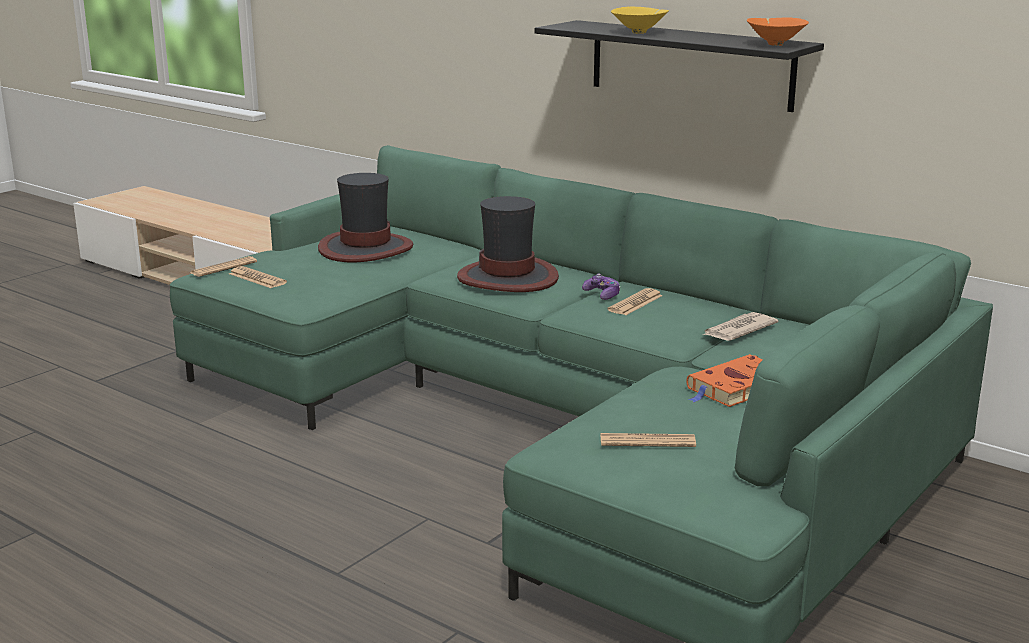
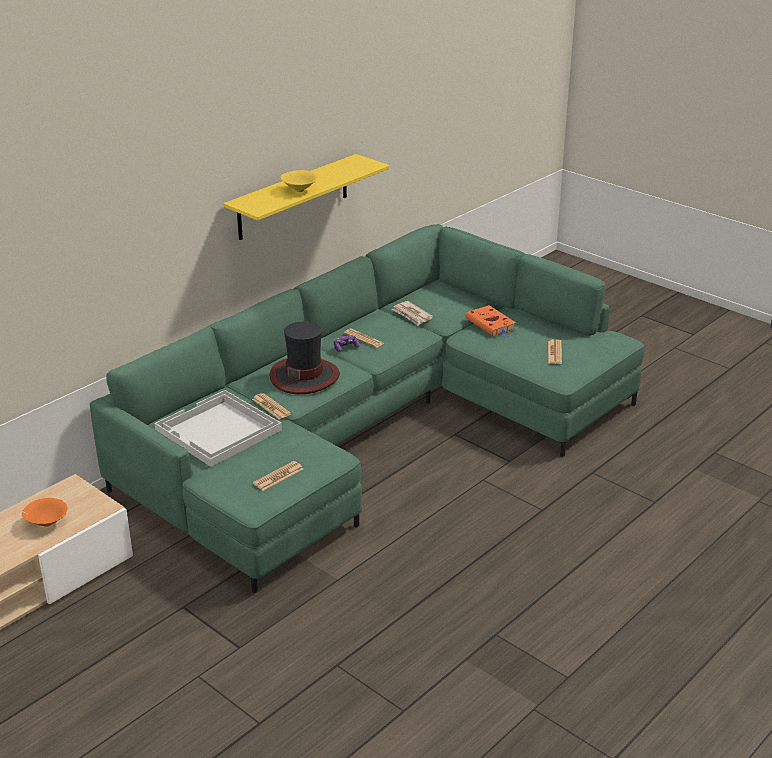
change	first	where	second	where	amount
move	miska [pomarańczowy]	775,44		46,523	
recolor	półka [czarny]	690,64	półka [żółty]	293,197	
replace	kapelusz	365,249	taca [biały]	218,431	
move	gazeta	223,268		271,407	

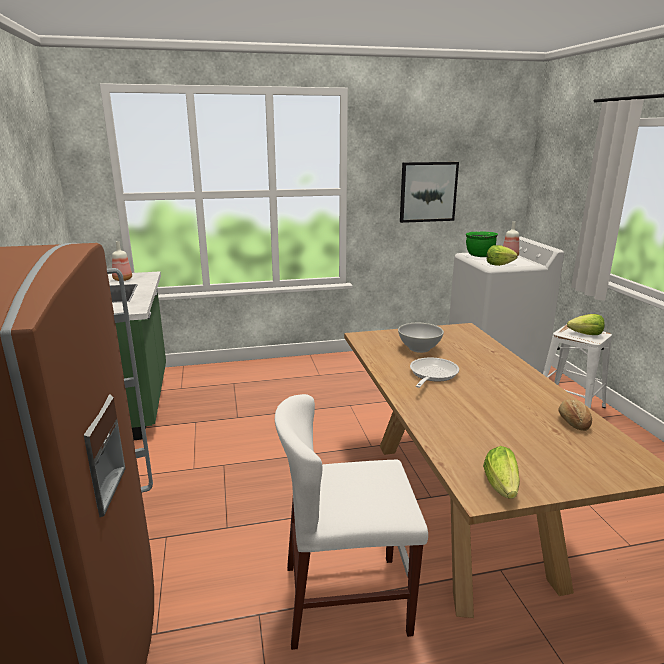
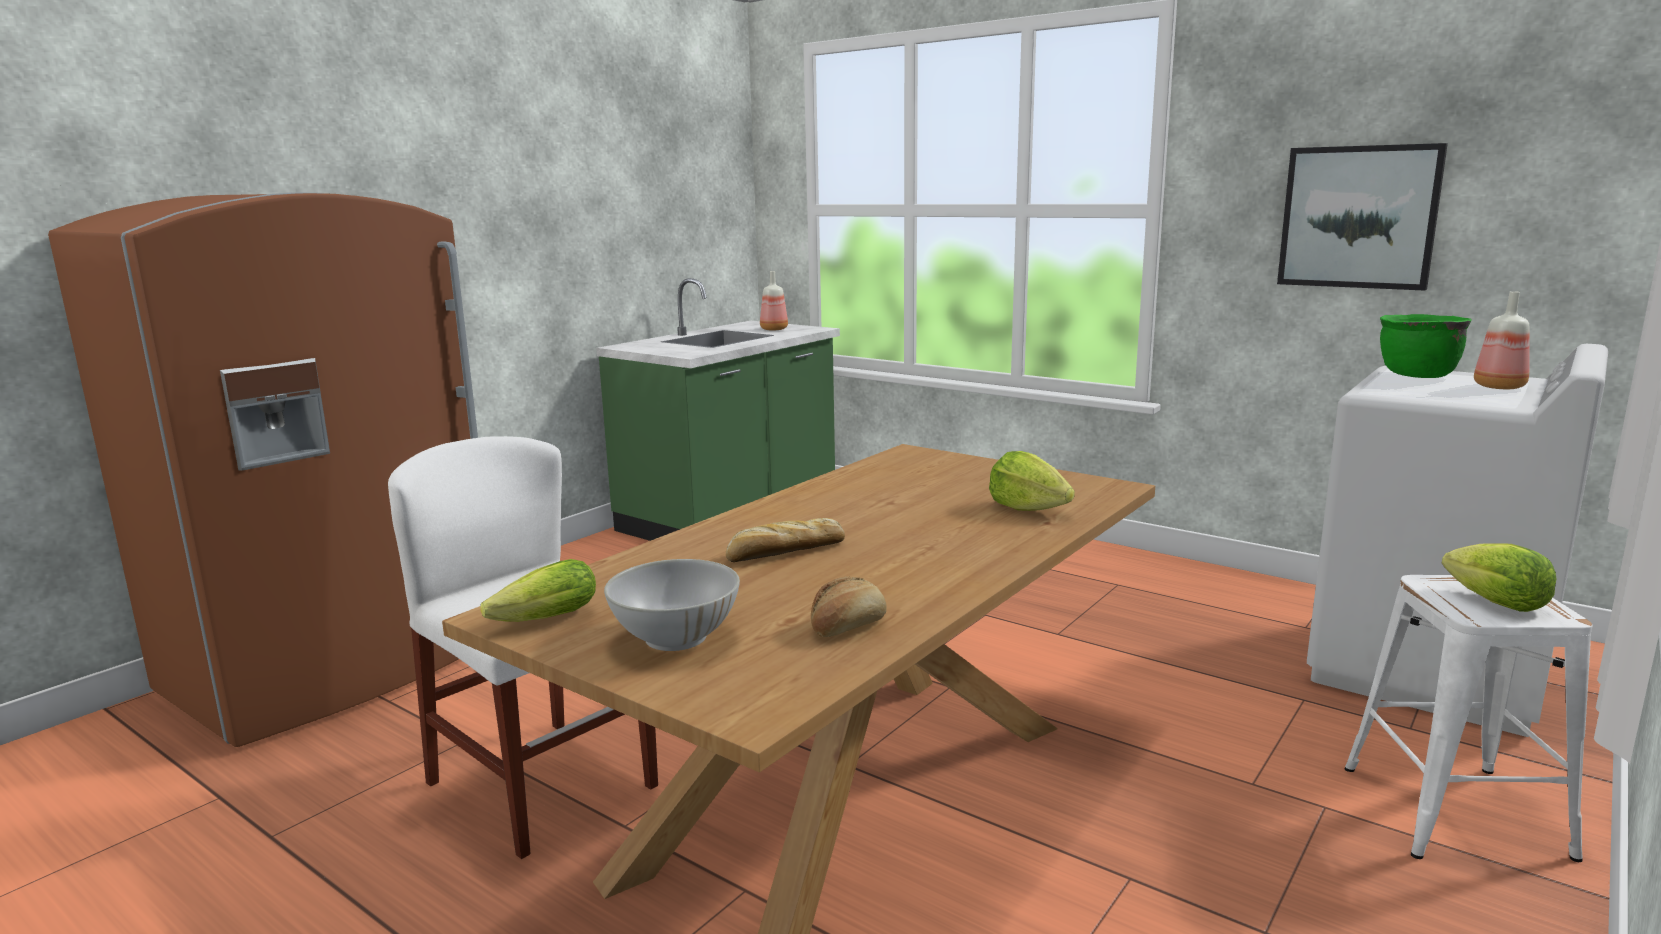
change	first	where	second	where	amount
move	sałata	499,264		1028,508	
move	miska [biały]	419,348		675,637	
delete	patelnia	432,375			
insert			chleb	784,552	

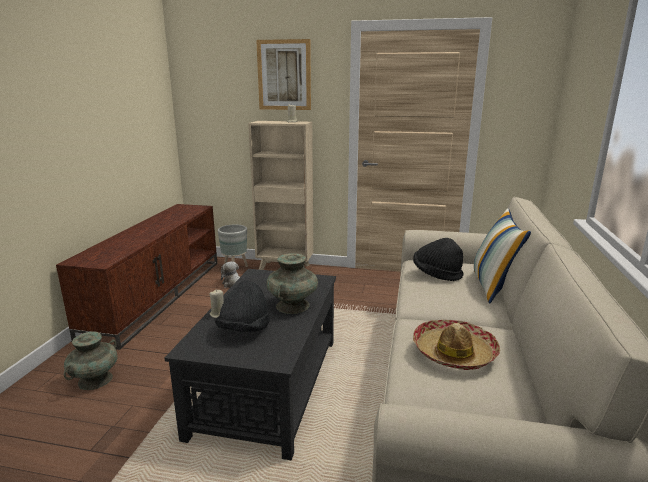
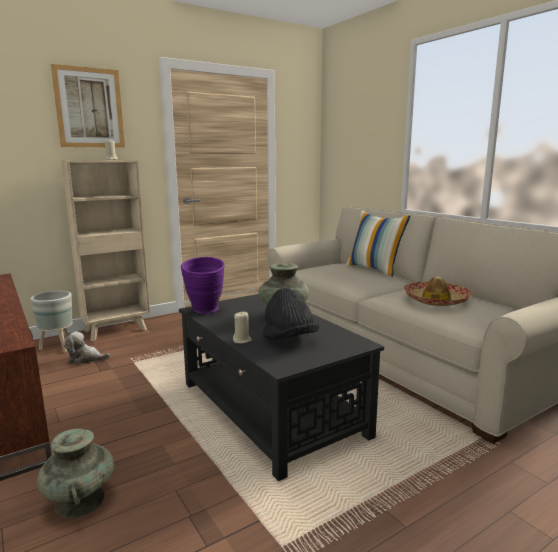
change	first	where	second	where	amount
delete	kapelusz [czarny]	436,274			
insert			wazon [fioletowy]	205,312	

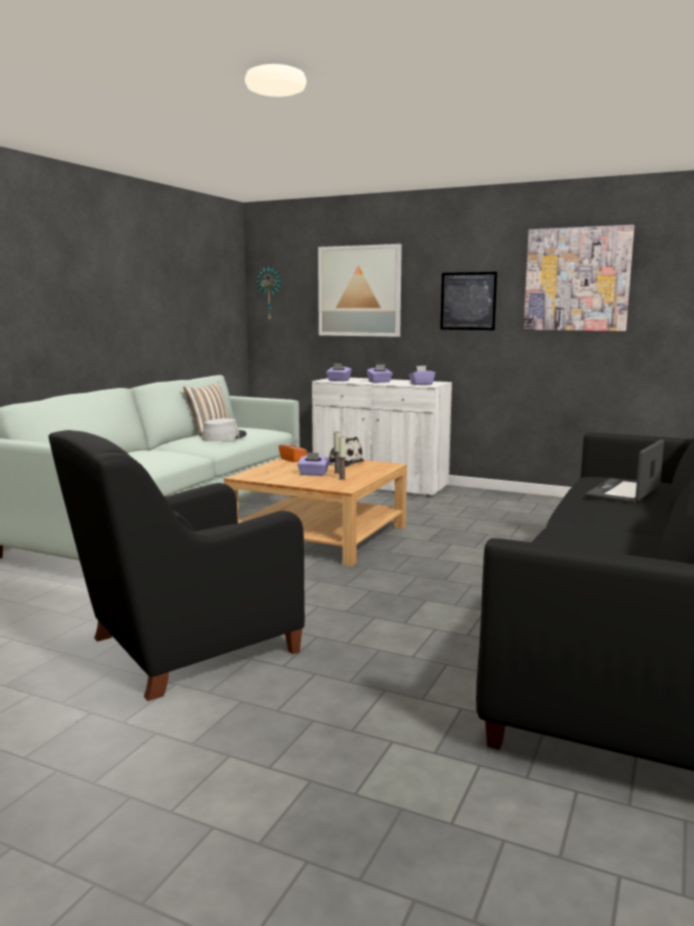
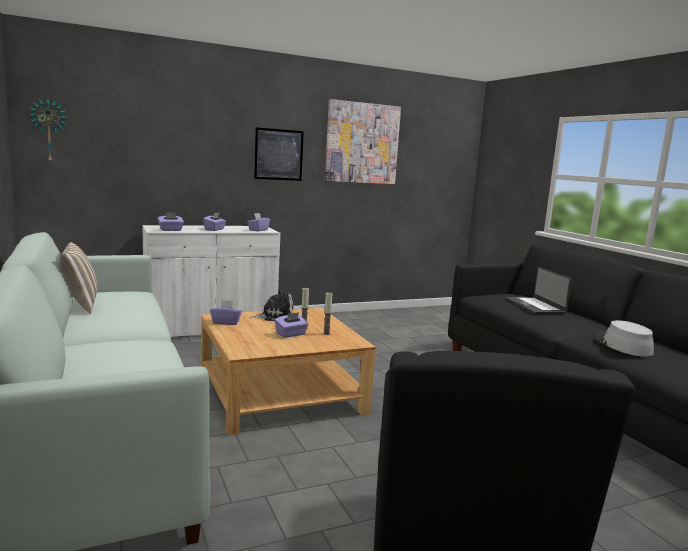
change	first	where	second	where	amount
delete	obraz	359,291			
move	kapelusz [szary]	224,437		623,345	
recolor	pudełko chusteczek [pomarańczowy]	293,460	pudełko chusteczek [fioletowy]	226,322	

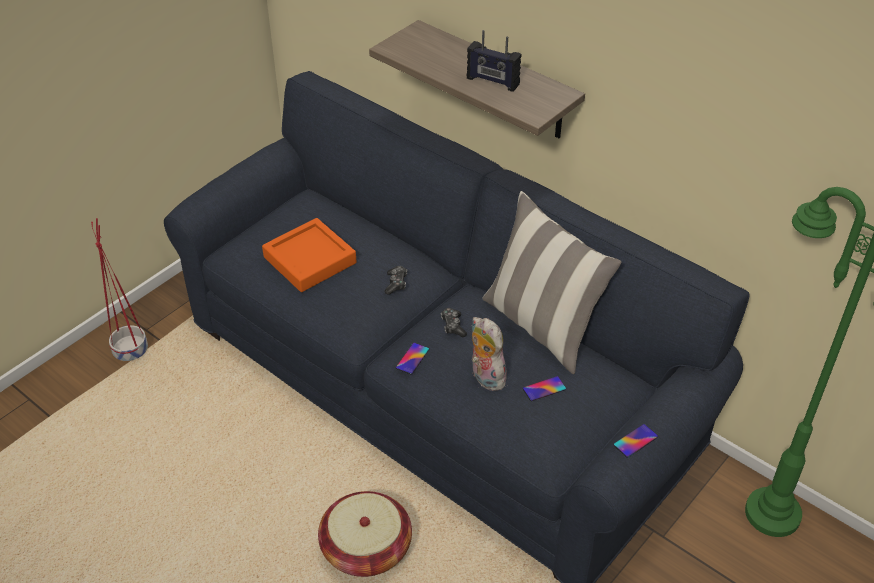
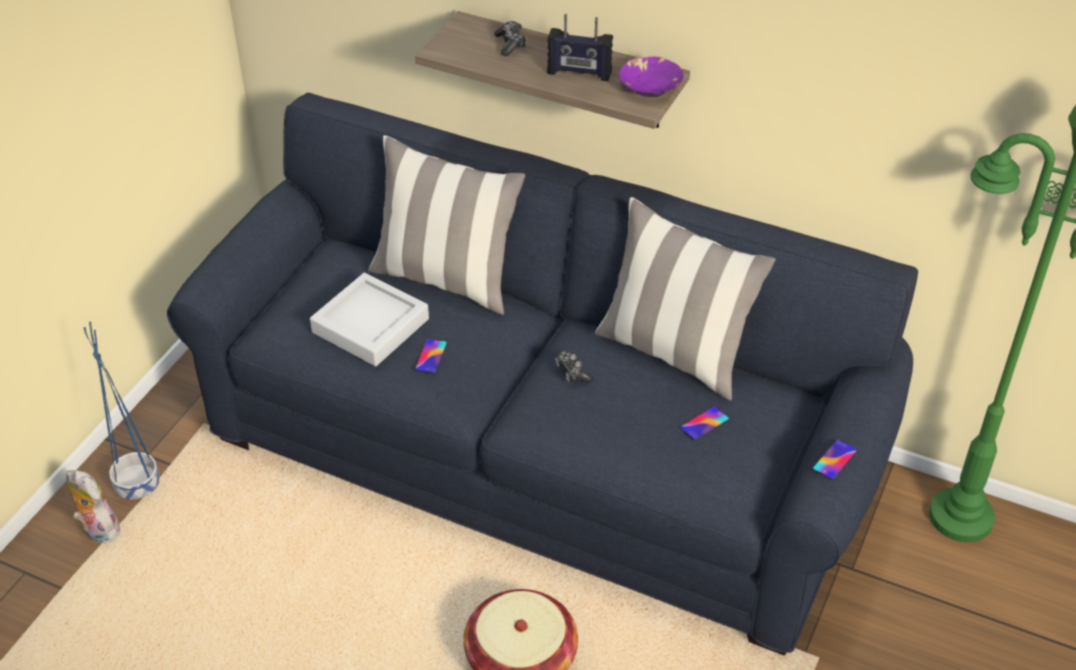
change	first	where	second	where	amount
recolor	donica [czerwony]	130,350	donica [niebieski]	137,484	
recolor	taca [pomarańczowy]	310,260	taca [szary]	370,326	
move	pad do gier	396,283		511,44	
move	pluszak	485,377		97,530	
move	telefon	412,358		431,356	
insert			miska [fioletowy]	651,87	
insert			poduszka	446,279	

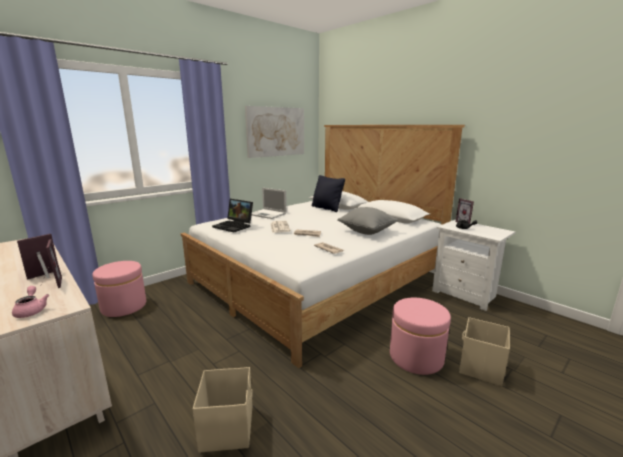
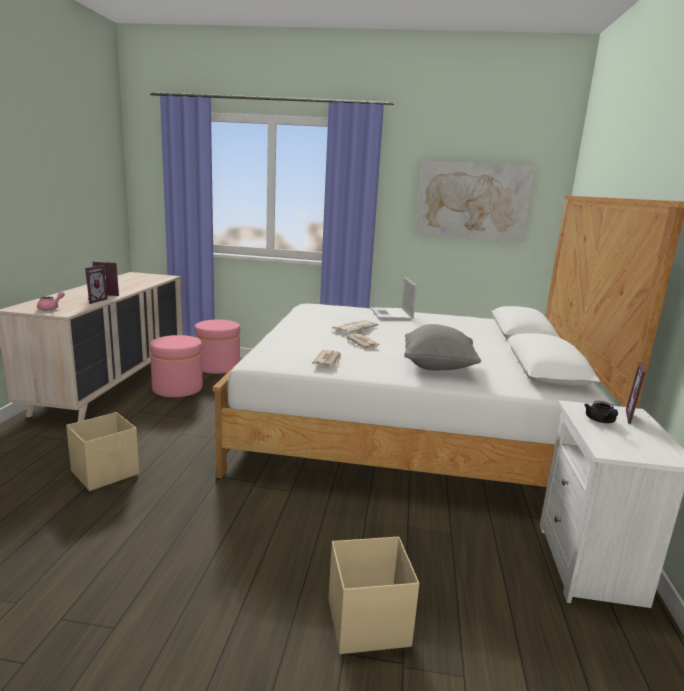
change	first	where	second	where	amount
delete	poduszka [czarny]	327,208			
delete	laptop	234,226			
move	pufa [różowy]	416,357		177,388	

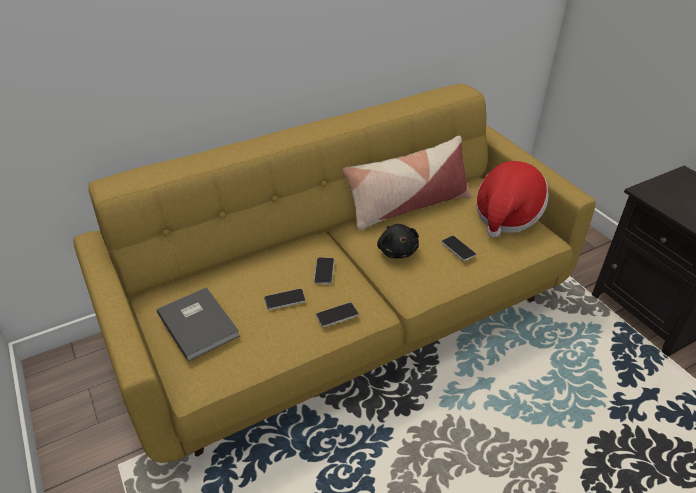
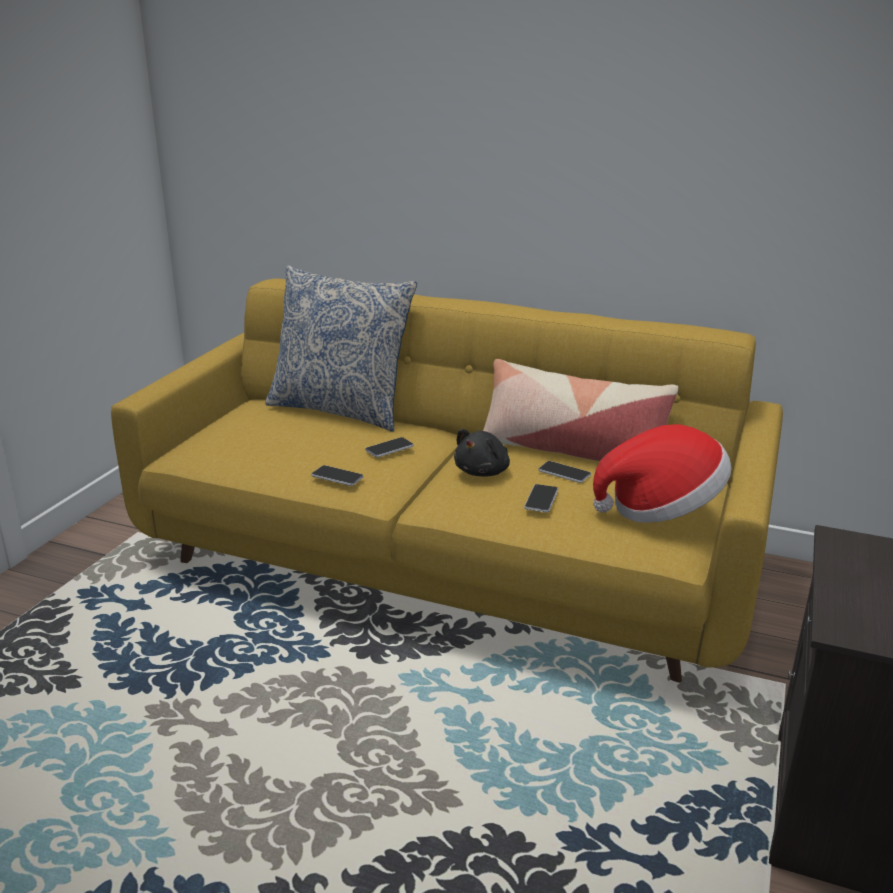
change	first	where	second	where	amount
delete	książka [szary]	199,323			
move	telefon	285,300		564,473	
insert			poduszka	341,409	

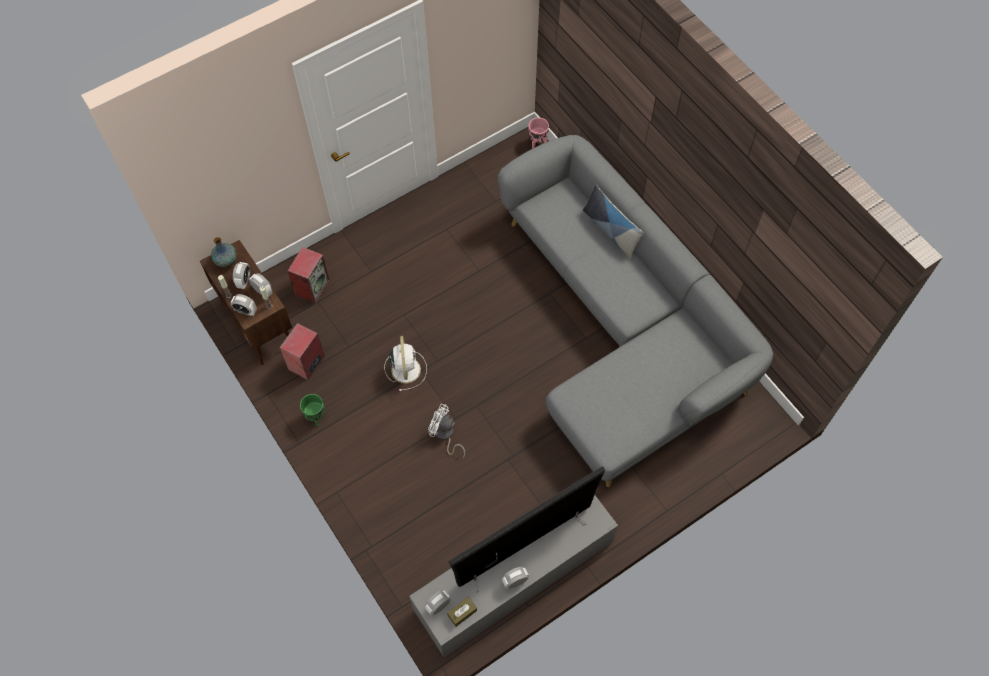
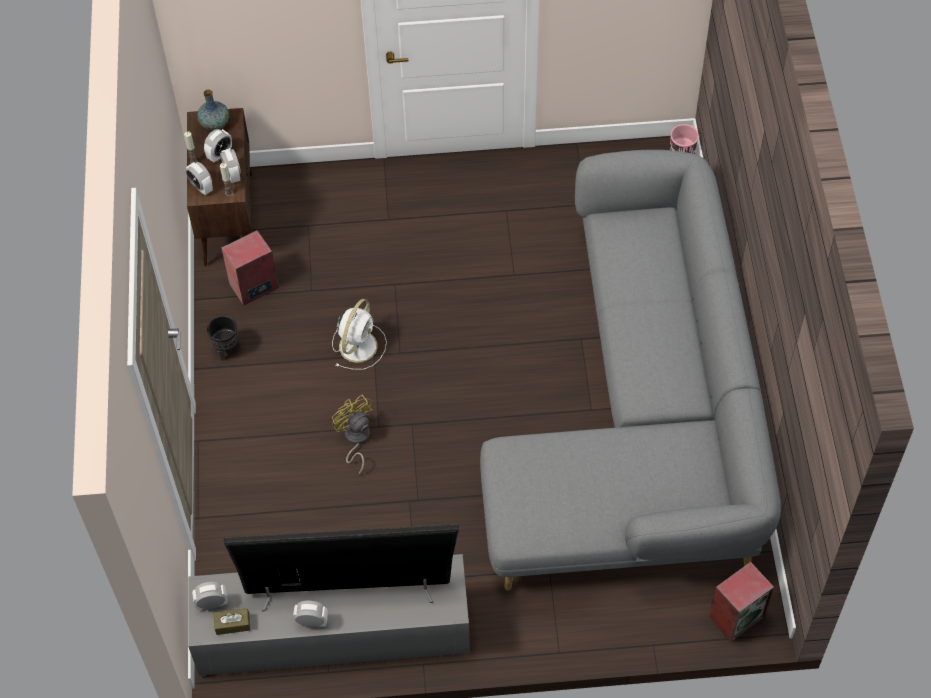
change	first	where	second	where	amount
delete	poduszka	611,231			
move	głośnik	312,287		736,616	
recolor	donica [zielony]	316,417	donica [czarny]	227,349	
recolor	wentylator [biały]	445,435	wentylator [żółty]	355,439	

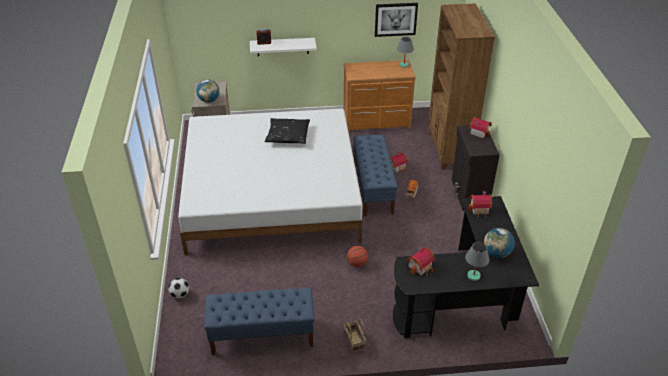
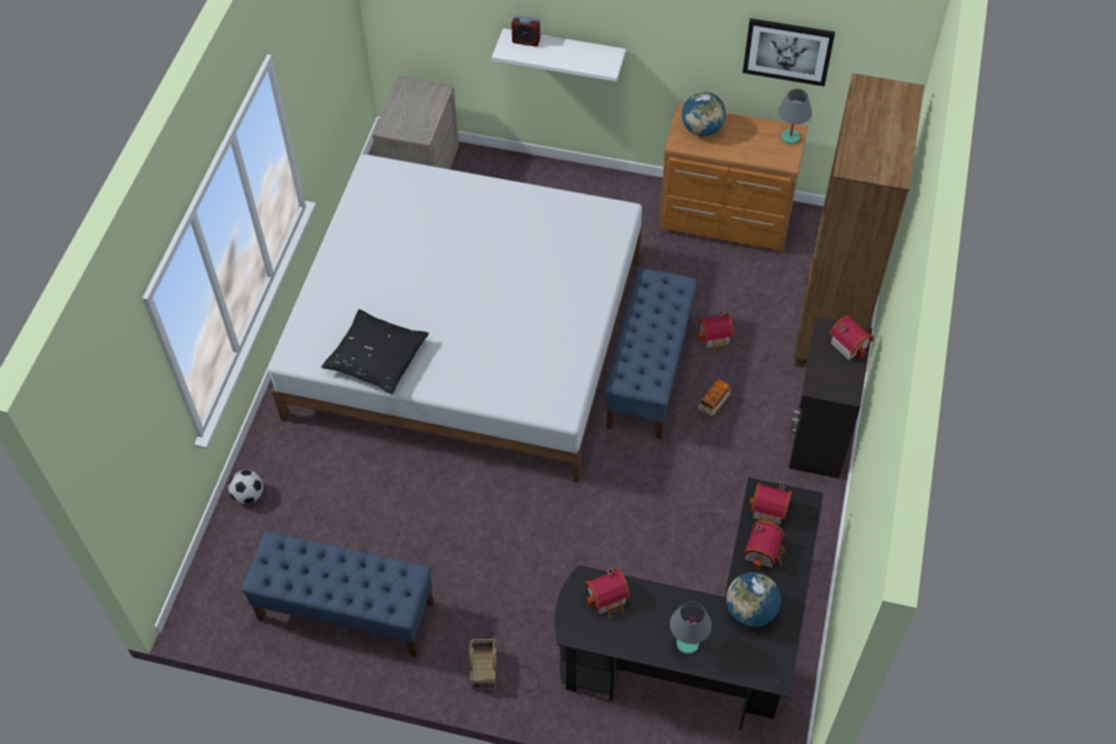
change	first	where	second	where	amount
move	globus	209,100		702,129	
move	poduszka [czarny]	288,136		376,358	
delete	piłka do koszykówki	357,263			
insert			domek	764,551	

